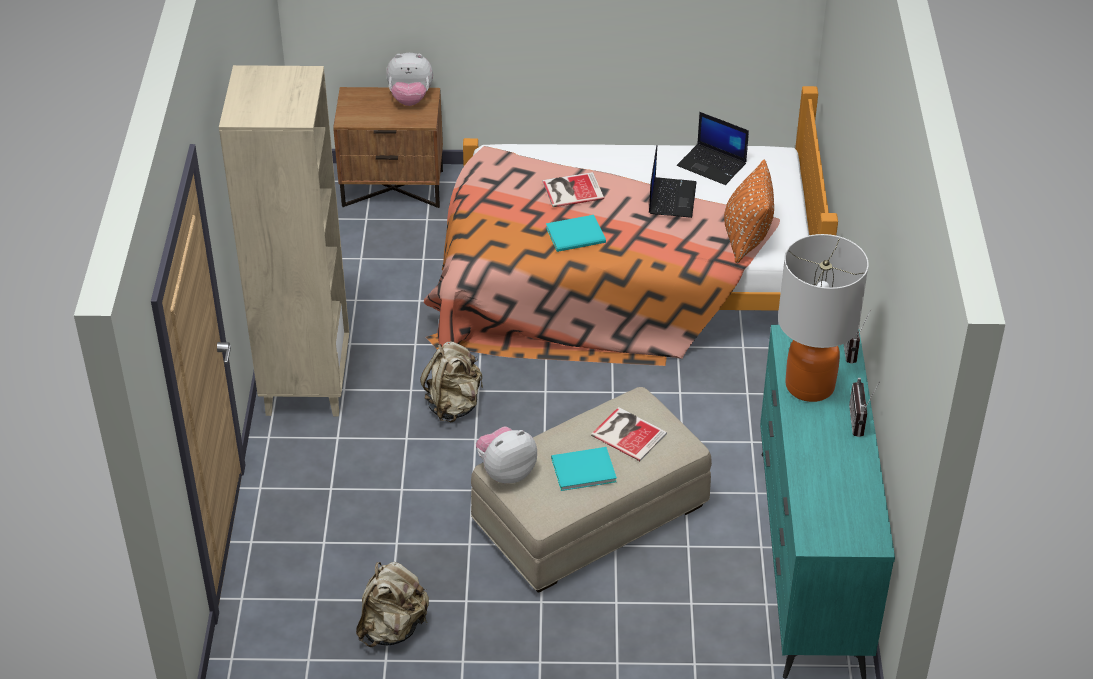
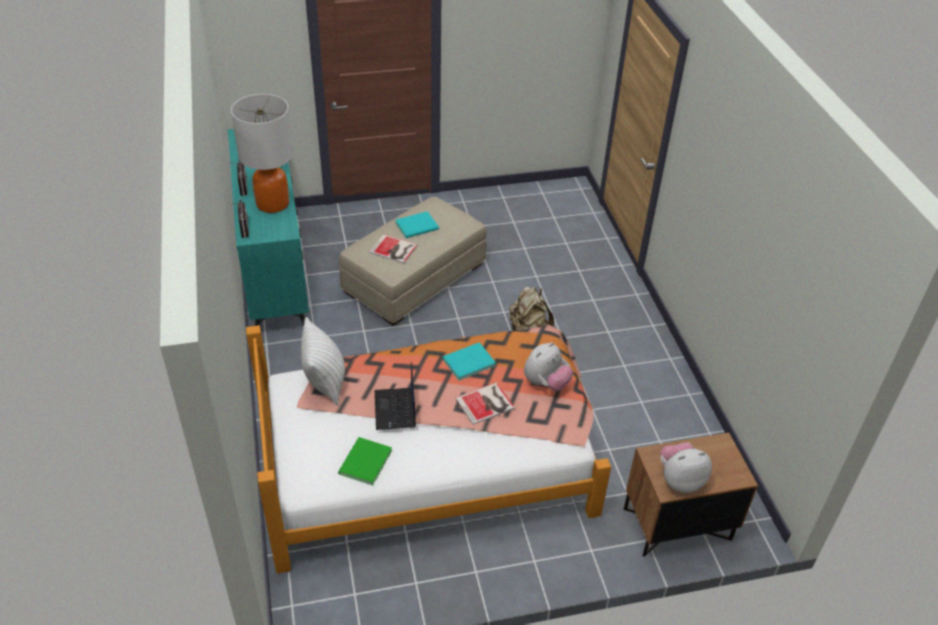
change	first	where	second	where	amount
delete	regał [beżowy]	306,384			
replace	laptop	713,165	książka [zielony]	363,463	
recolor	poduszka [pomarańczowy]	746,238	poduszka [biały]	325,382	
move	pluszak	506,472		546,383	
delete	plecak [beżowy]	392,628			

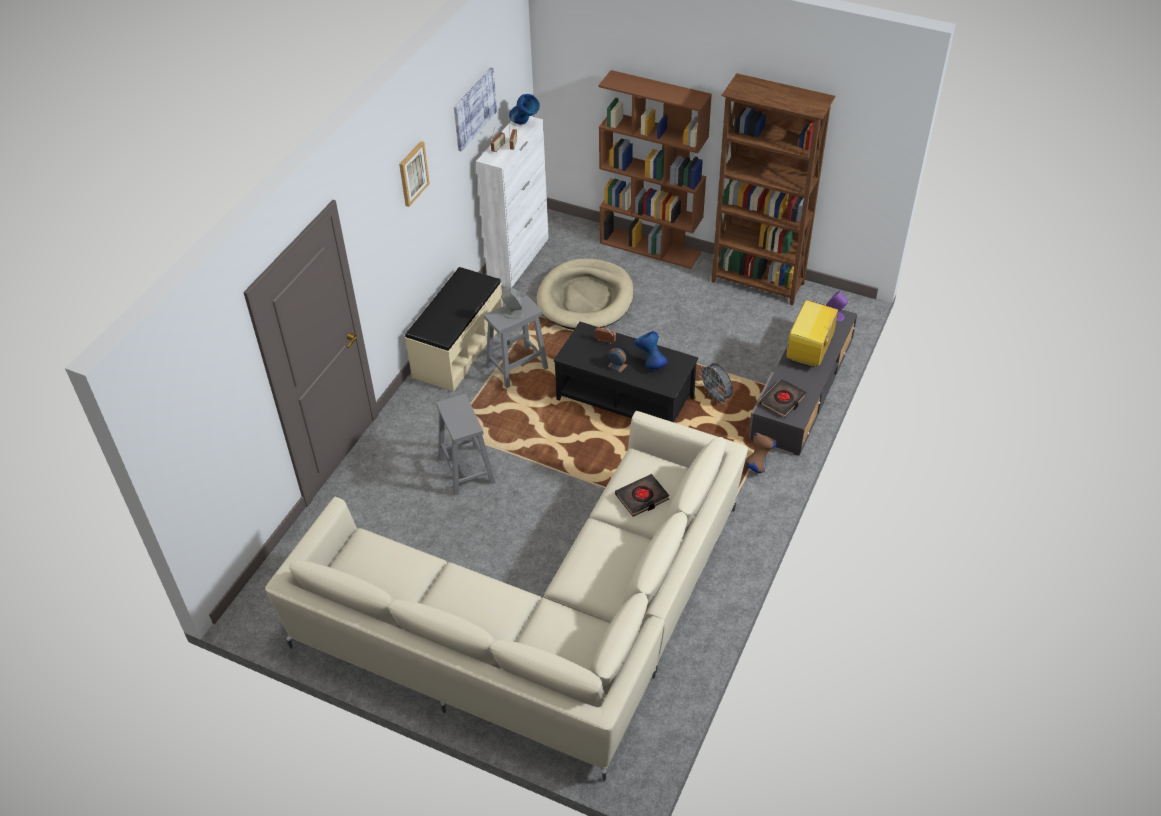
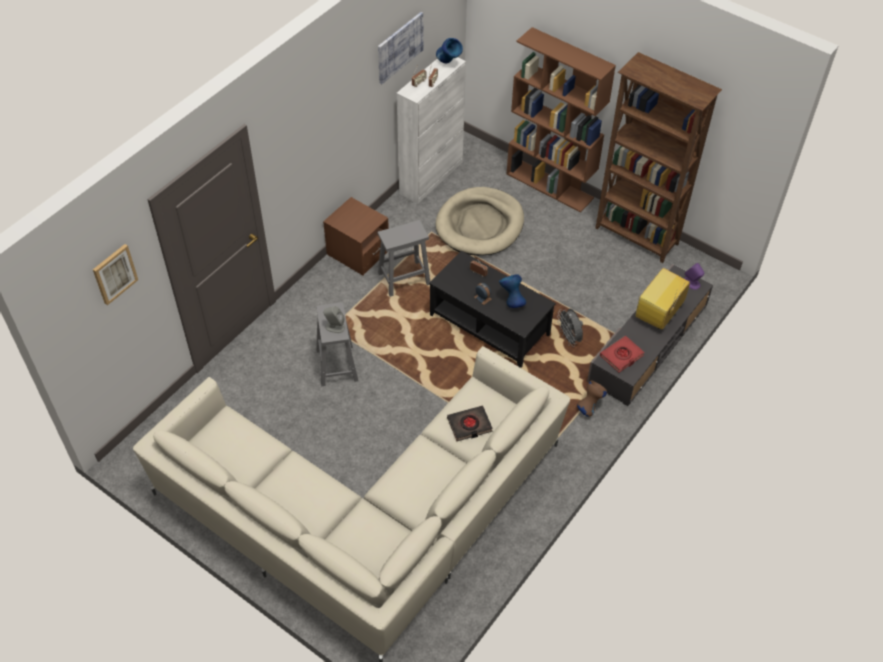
change	first	where	second	where	amount
move	obraz	413,173		114,273	
replace	ławka [beżowy]	458,349	szafka nocna [brązowy]	358,253	
move	głośnik [szary]	513,313		334,327	
recolor	książka [czarny]	782,401	książka [czerwony]	621,356	

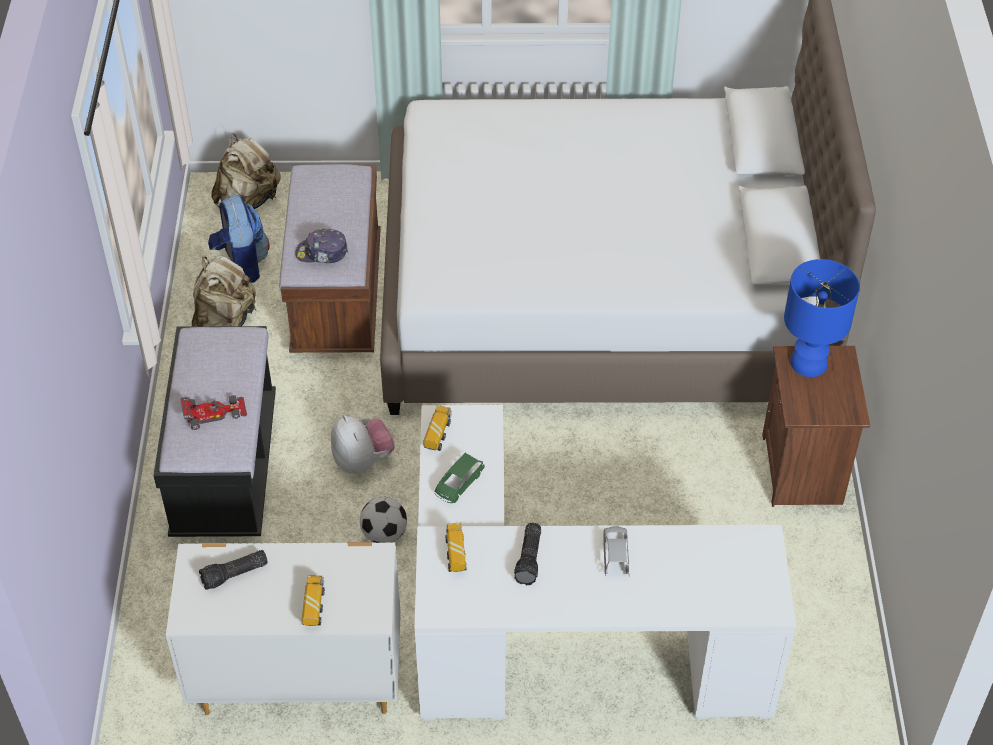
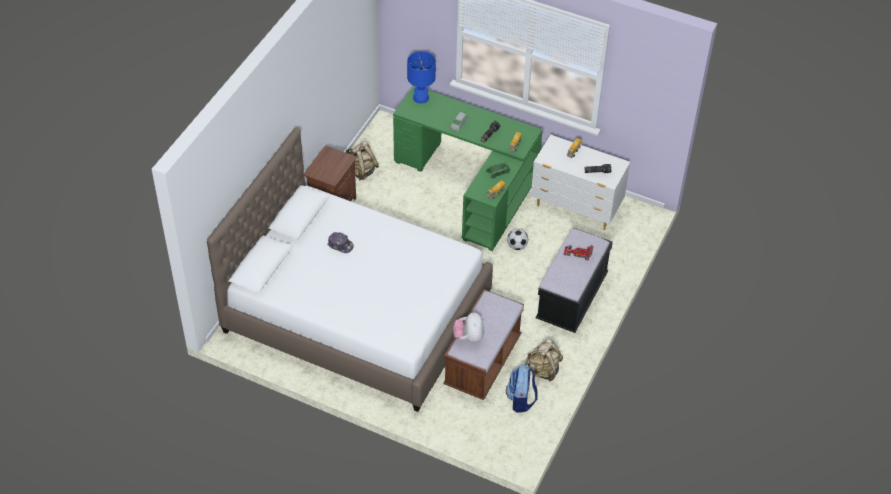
change	first	where	second	where	amount
move	plecak [beżowy]	248,200		360,171	
move	czapka z daszkiem	322,253		340,245	
move	lampa stołowa [niebieski]	808,363		421,97	
recolor	biurko [biały]	557,641	biurko [zielony]	472,185	
move	pluszak	362,461		469,337	

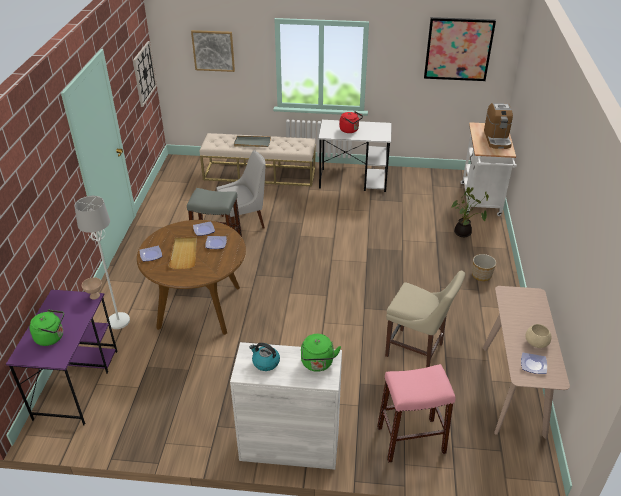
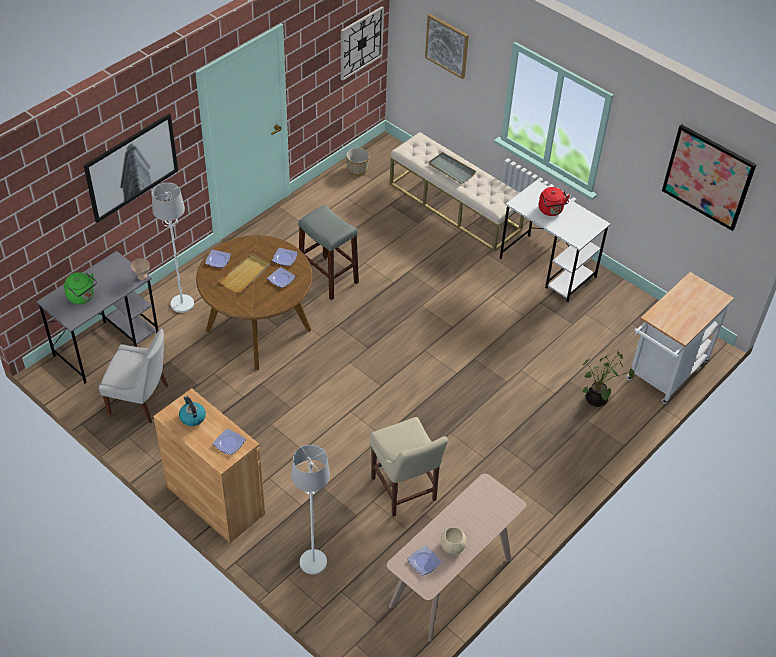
change	first	where	second	where	amount
delete	ekspres do kawy	497,139			
move	krzesło [biały]	244,221		141,400	
move	donica	481,275		358,169	
recolor	biurko [fioletowy]	77,383	biurko [szary]	107,343	
replace	czajnik [zielony]	317,364	talerz	228,443	
recolor	szafka [biały]	290,444	szafka [brązowy]	215,500	
replace	stołek [różowy]	411,439	lampa stojąca [biały]	313,562	
insert			obraz	131,166	

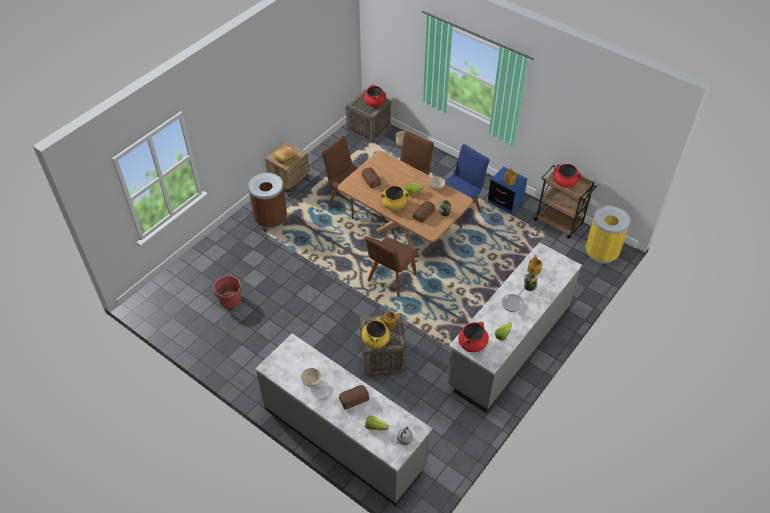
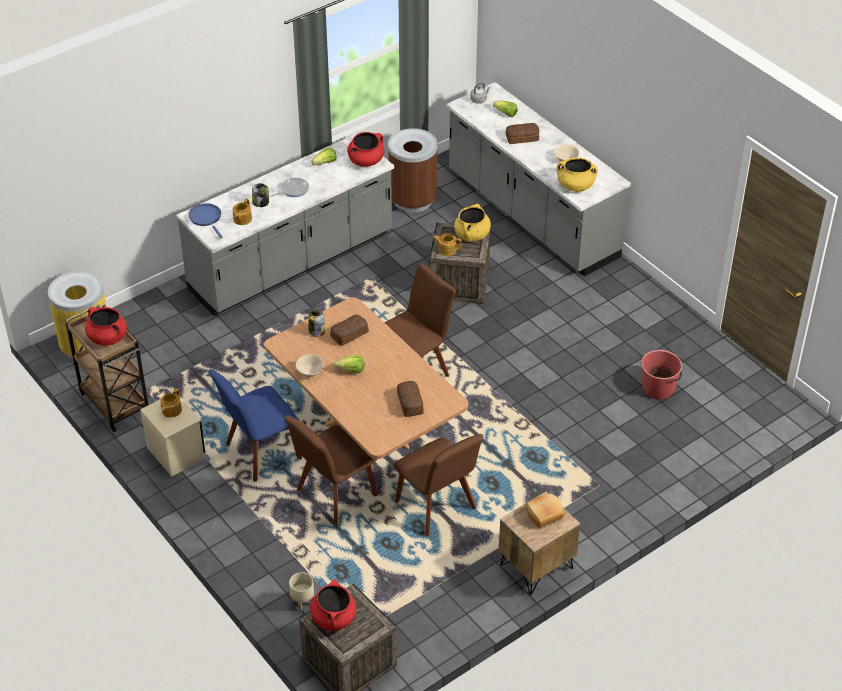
change	first	where	second	where	amount
recolor	szafka nocna [niebieski]	505,202	szafka nocna [beżowy]	176,453	
move	kosz na śmieci [brązowy]	271,219		412,200	
move	garnek [żółty]	394,205		575,186	
insert			patelnia [niebieski]	206,218	

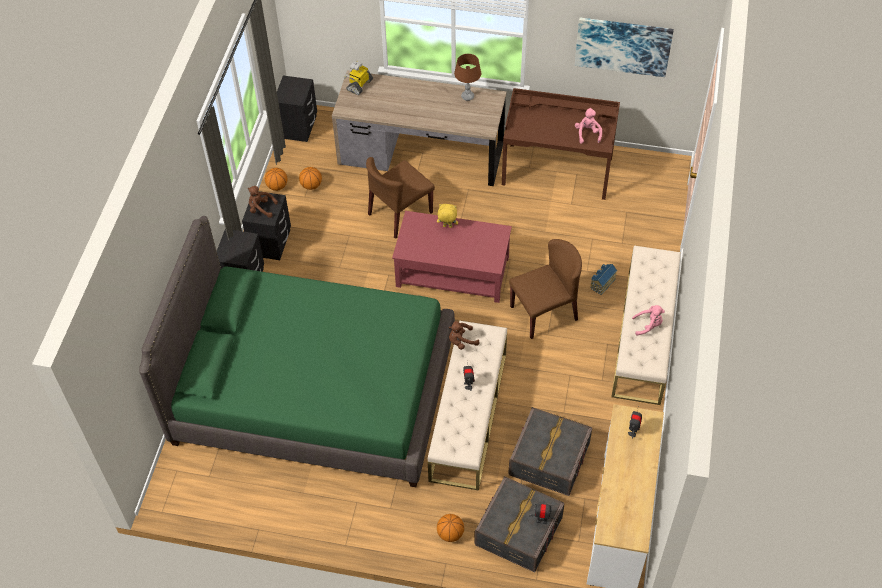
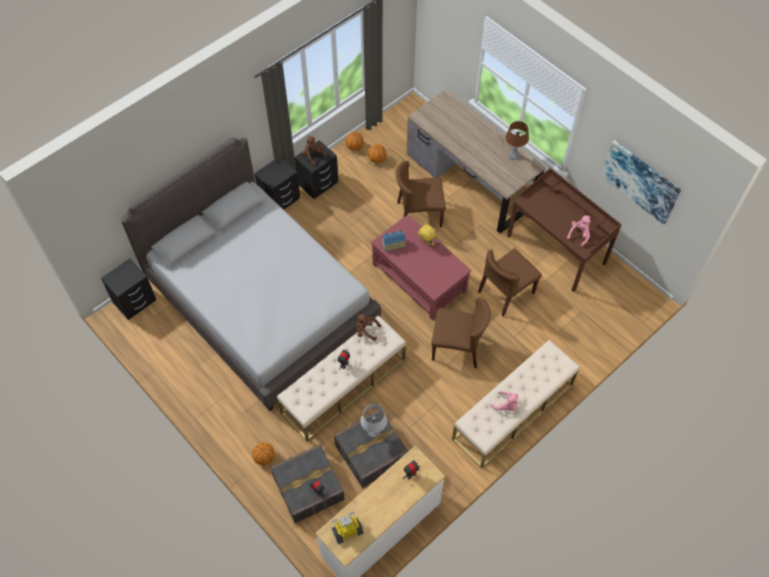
change	first	where	second	where	amount
move	robot zabawkowy	359,85		347,531	
move	szafka nocna [czarny]	298,127		134,301	
recolor	łóżko [zielony]	314,390	łóżko [szary]	262,302	
move	domek	601,283		393,244	
insert			krzesło [brązowy]	506,293	
insert			lampa stołowa [szary]	374,432	

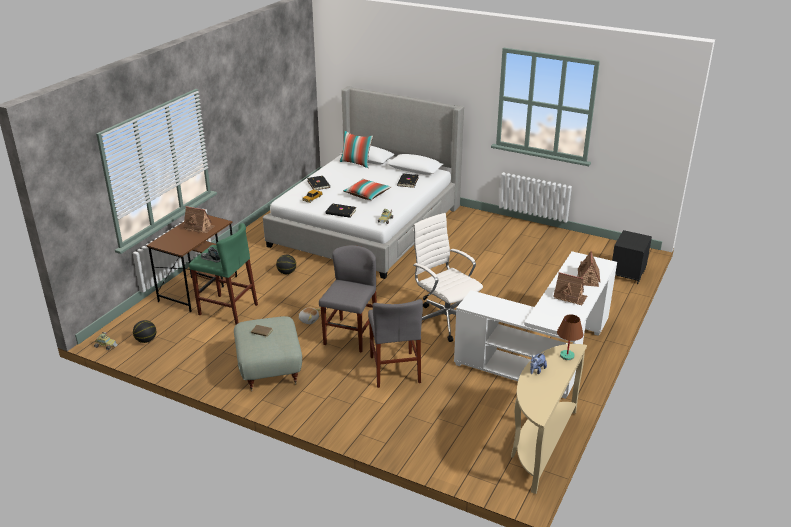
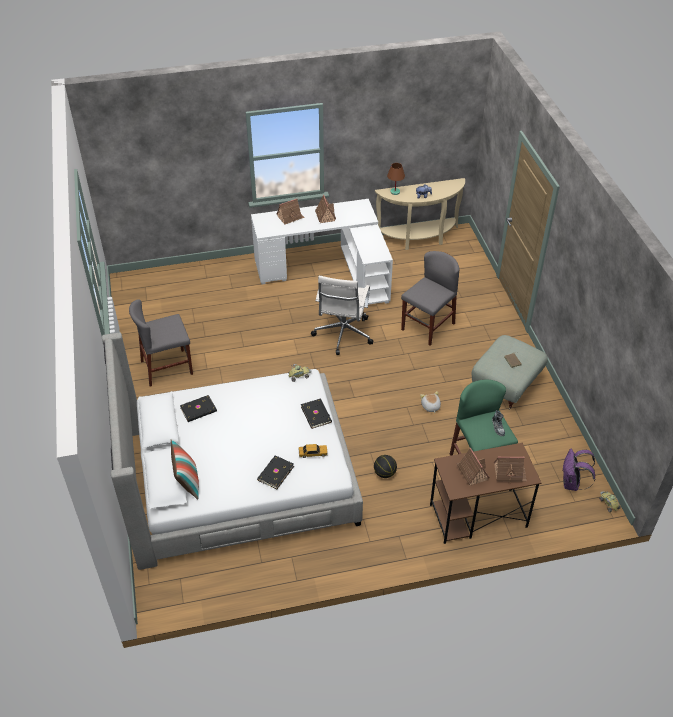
change	first	where	second	where	amount
delete	poduszka	367,195			
delete	szafka nocna [czarny]	628,273			
move	krzesło [szary]	351,335		167,367	
replace	piłka do koszykówki	146,340	plecak [fioletowy]	572,483	
insert			domek	509,473	

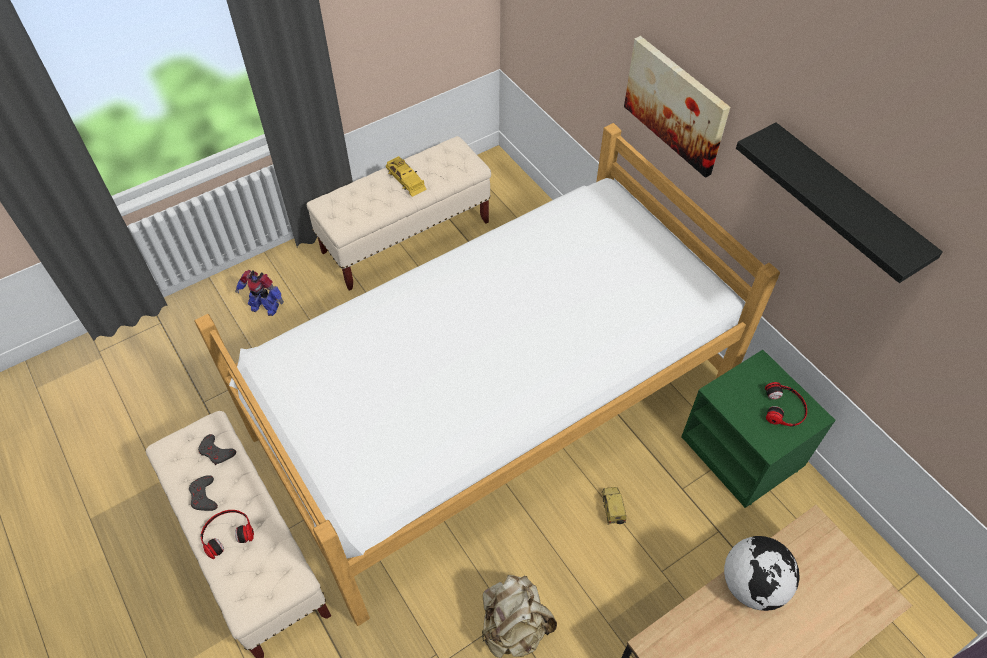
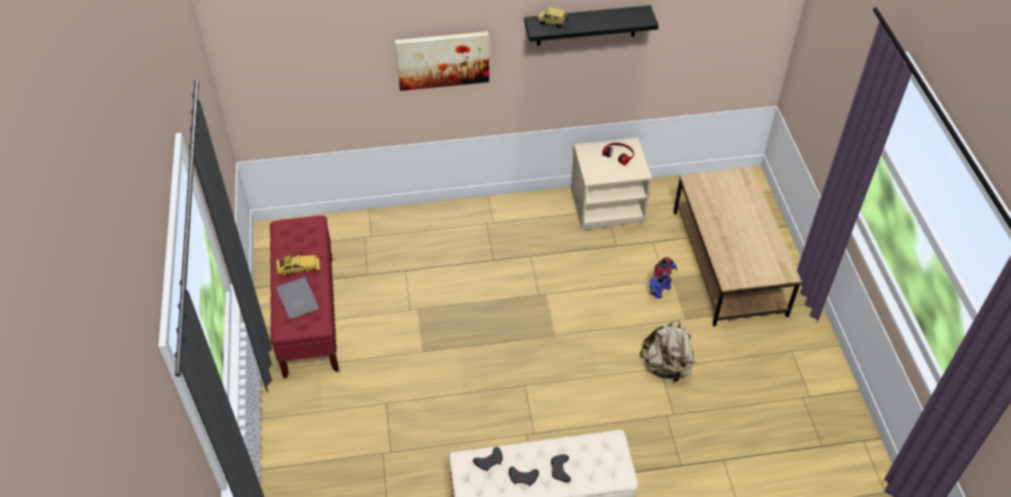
change	first	where	second	where	amount
delete	łóżko	494,411			
recolor	ławka [beżowy]	406,237	ławka [czerwony]	309,315	
move	robot zabawkowy	265,307		659,290	
recolor	szafka nocna [zielony]	743,452	szafka nocna [beżowy]	607,205	
move	samochodzik	612,509		551,24	
replace	słuchawki	227,533	pad do gier [szary]	560,470	
delete	globus	752,584			
insert			książka [szary]	297,300	

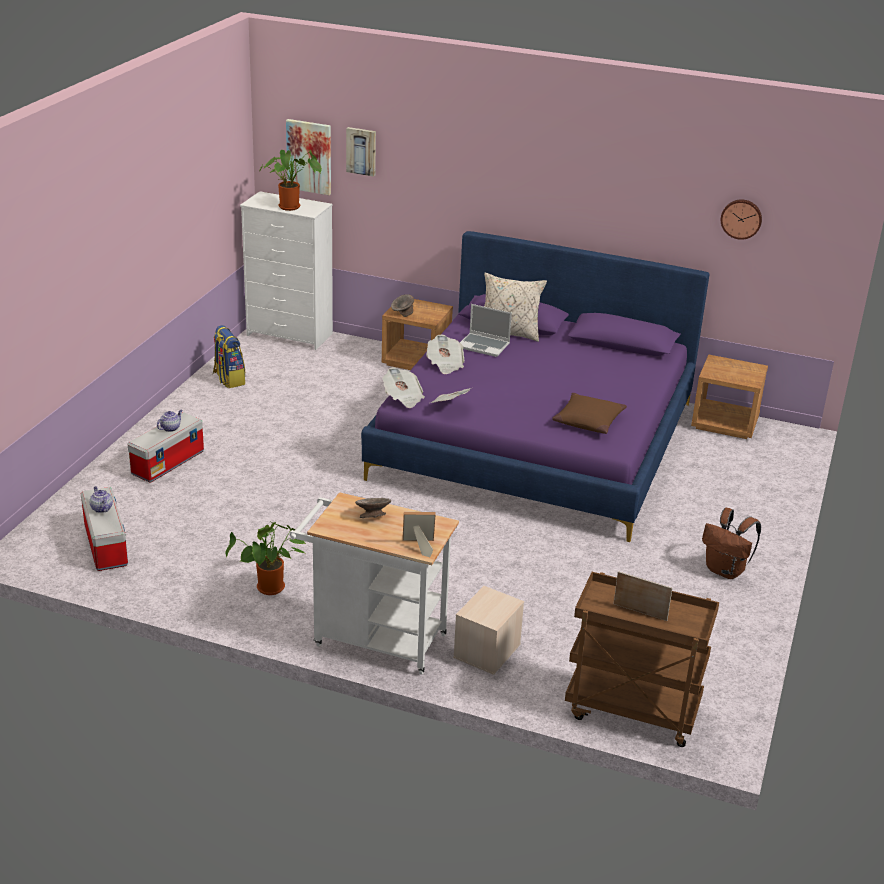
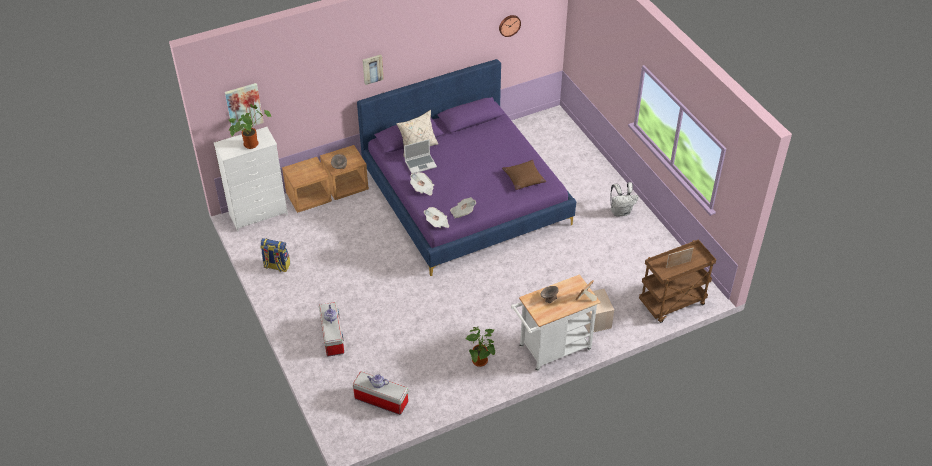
change	first	where	second	where	amount
move	obraz	361,151		372,69	
move	szafka nocna [brązowy]	725,423		309,198	
recolor	plecak [brązowy]	726,571	plecak [biały]	621,212	

